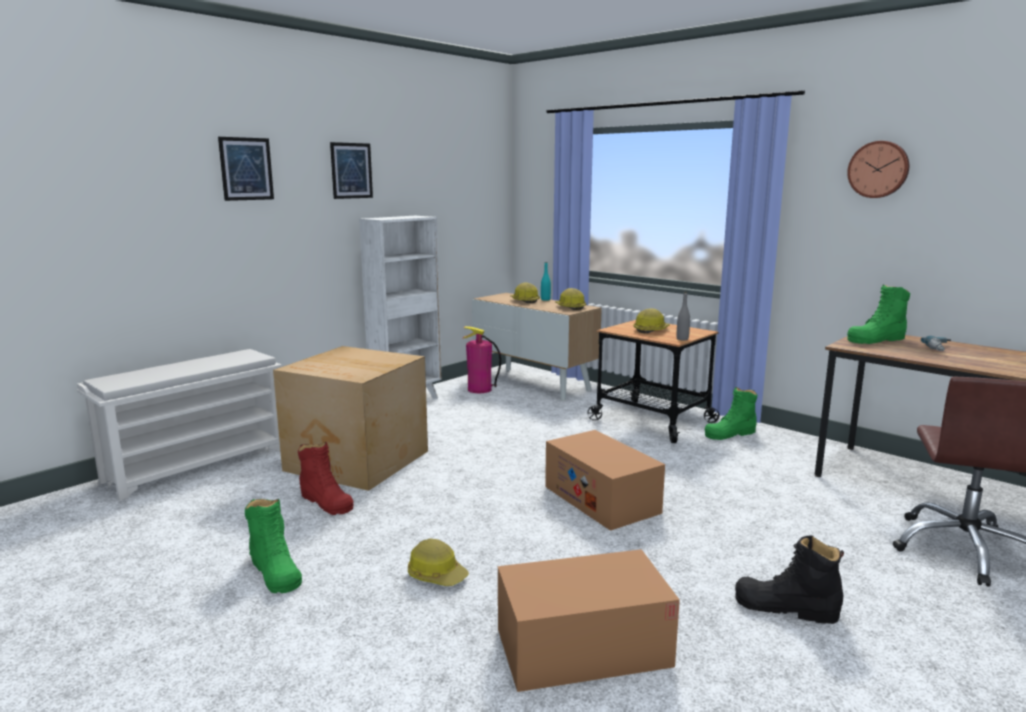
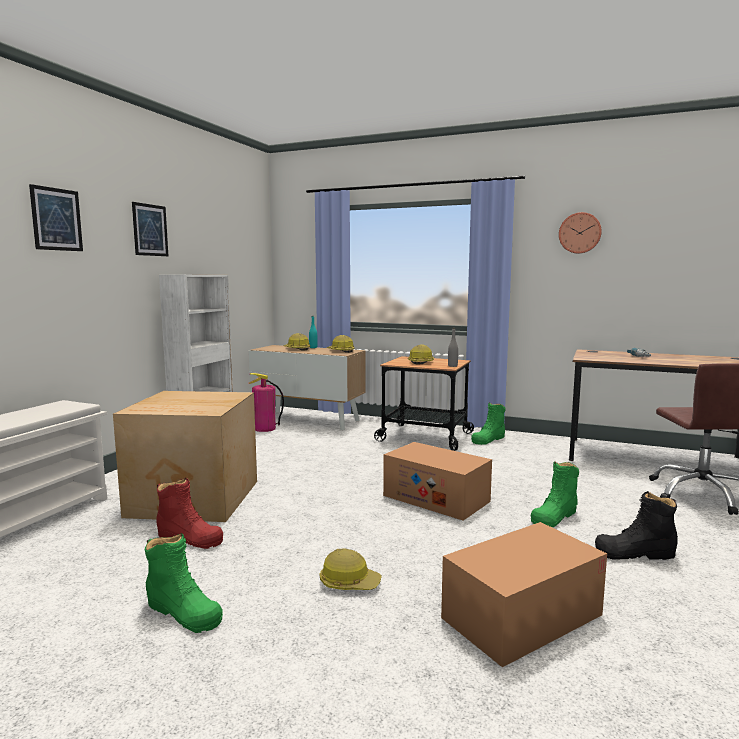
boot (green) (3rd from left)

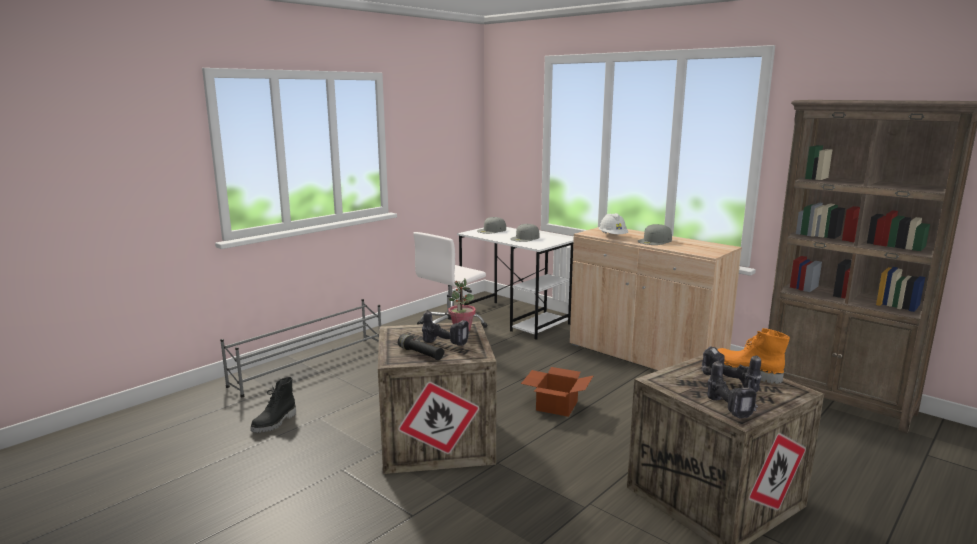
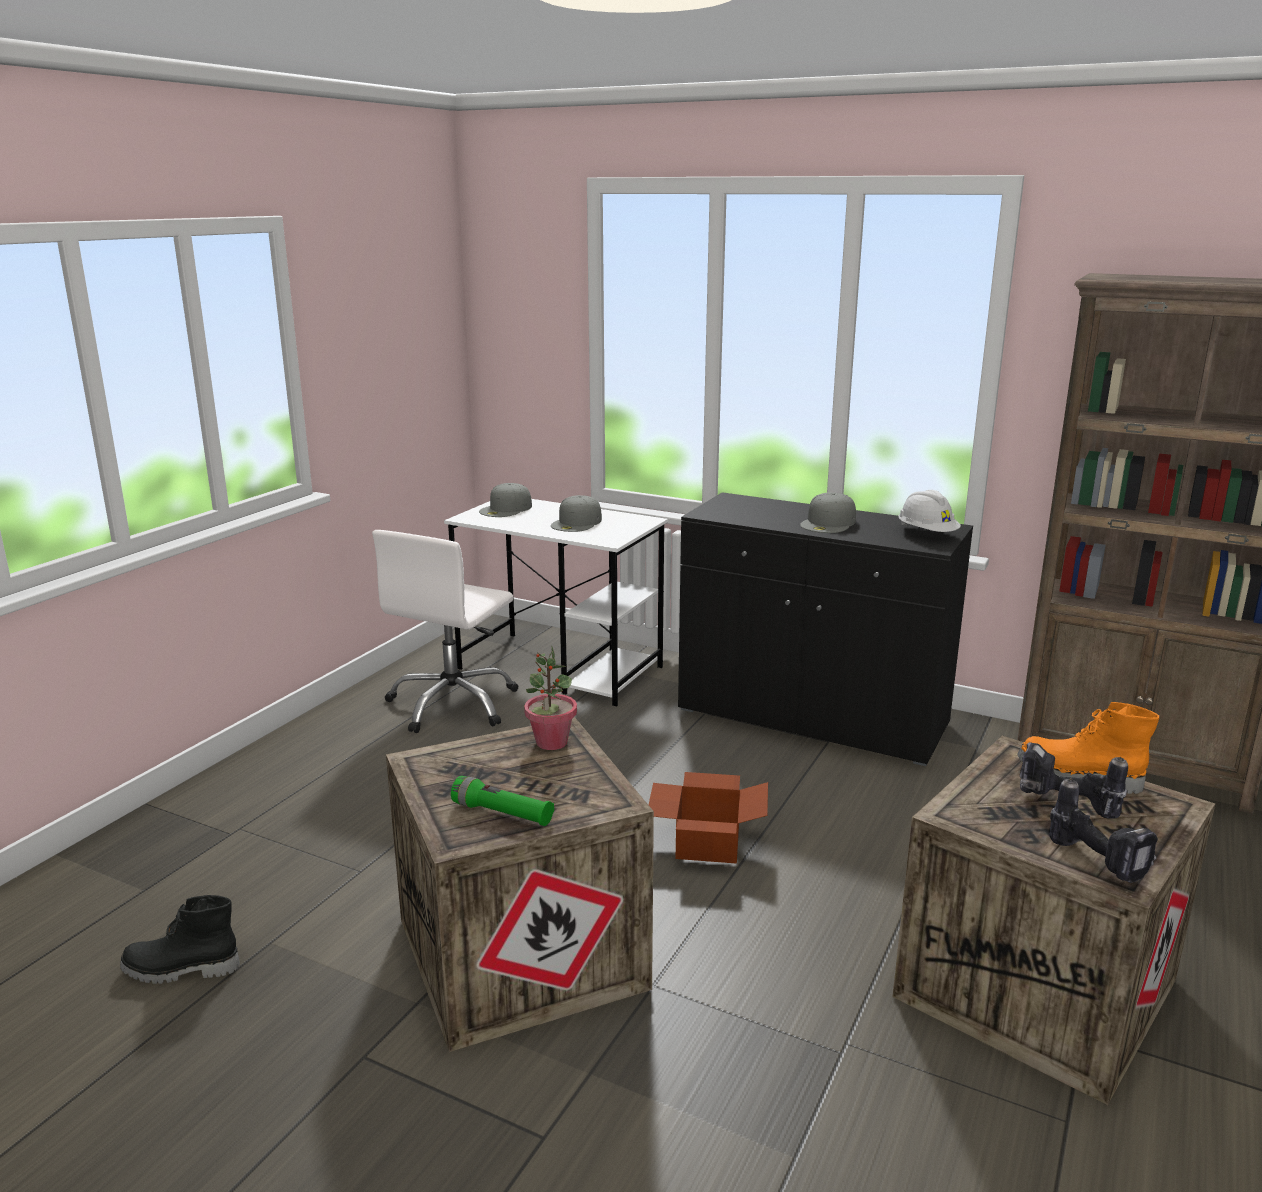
shoe rack (grey)
boot (black)
flashlight (green)
power drill (1st from left in the first image)
cabinet (black)
hard hat (white)

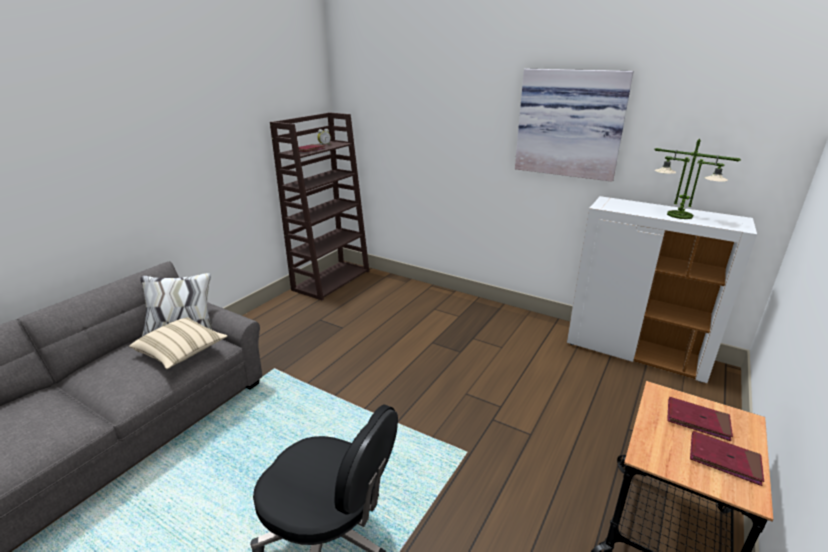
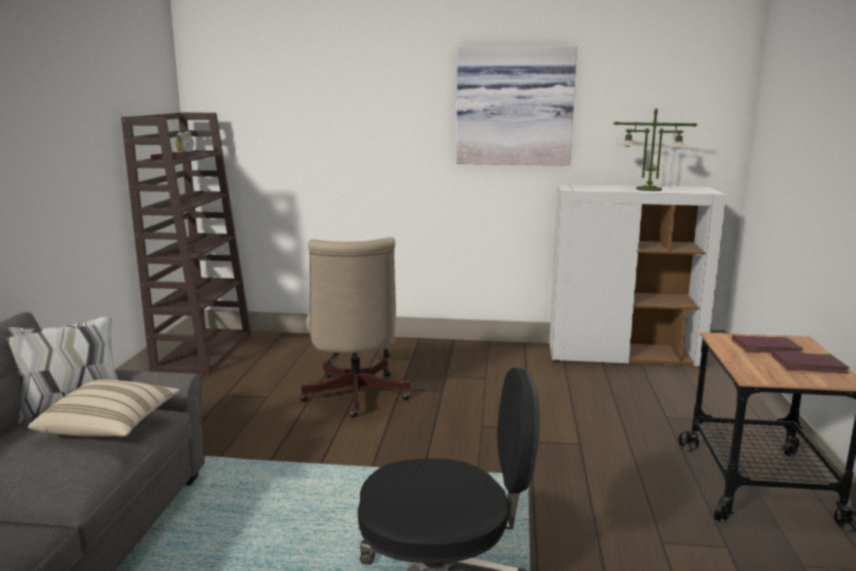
office chair (beige)

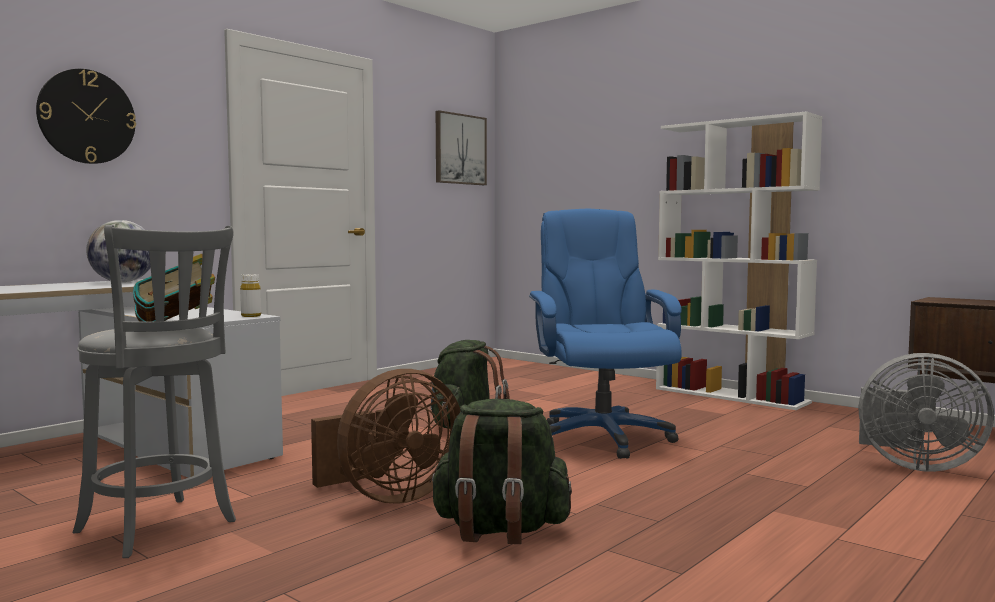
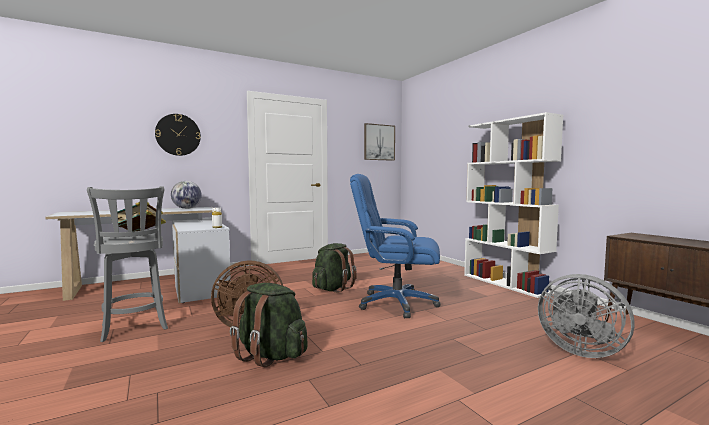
office chair (blue)

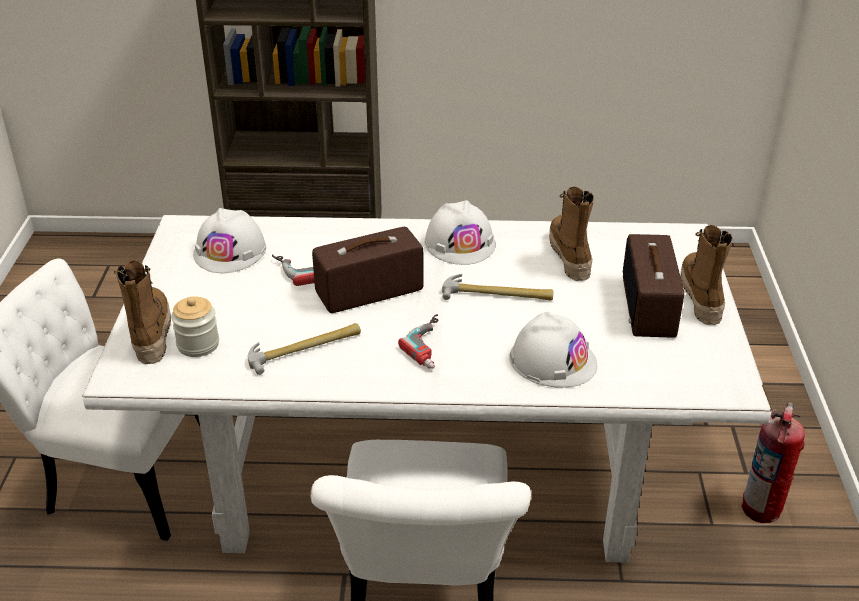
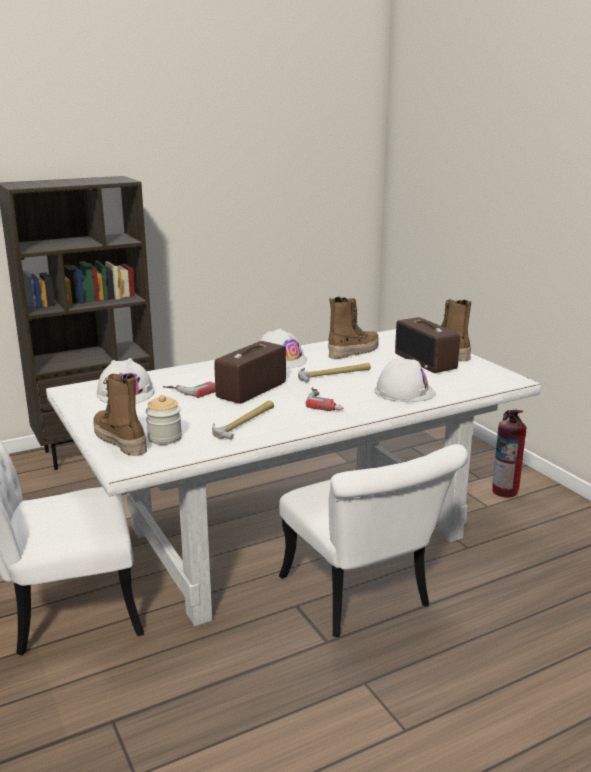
boot (2nd from left)

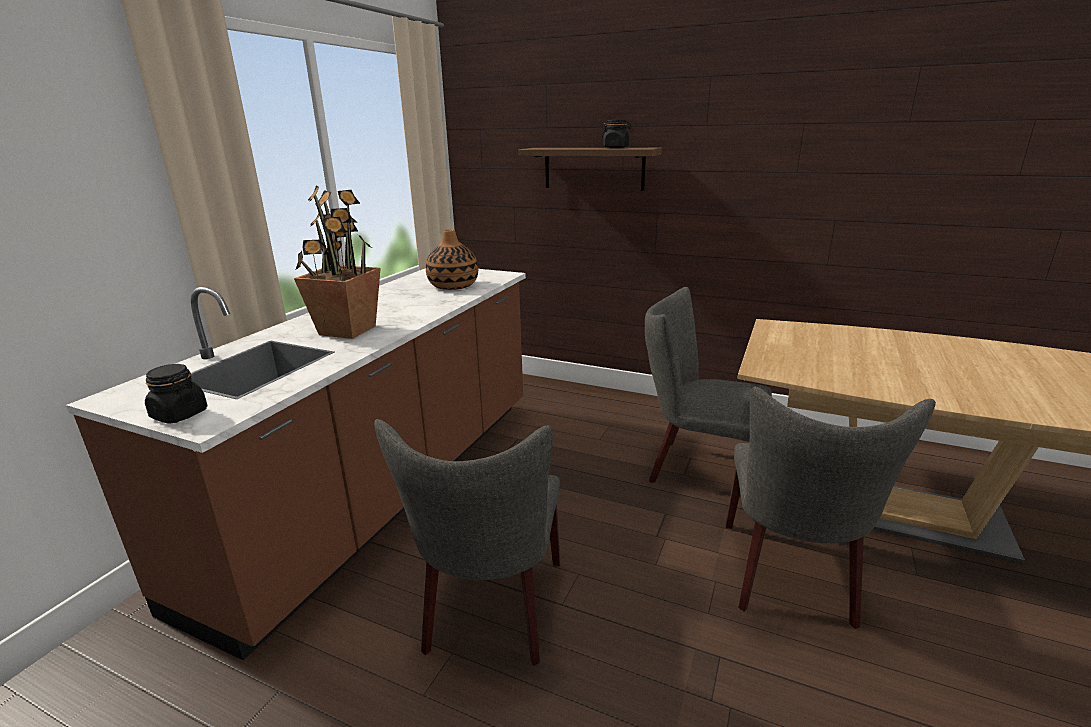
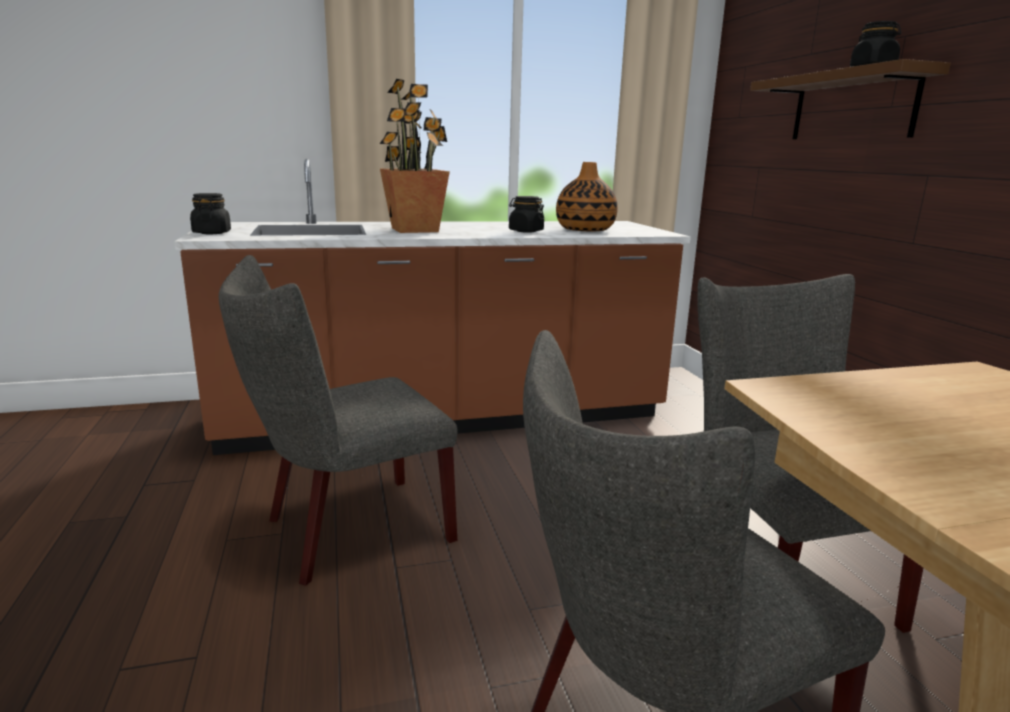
jar (black) (2nd from left)

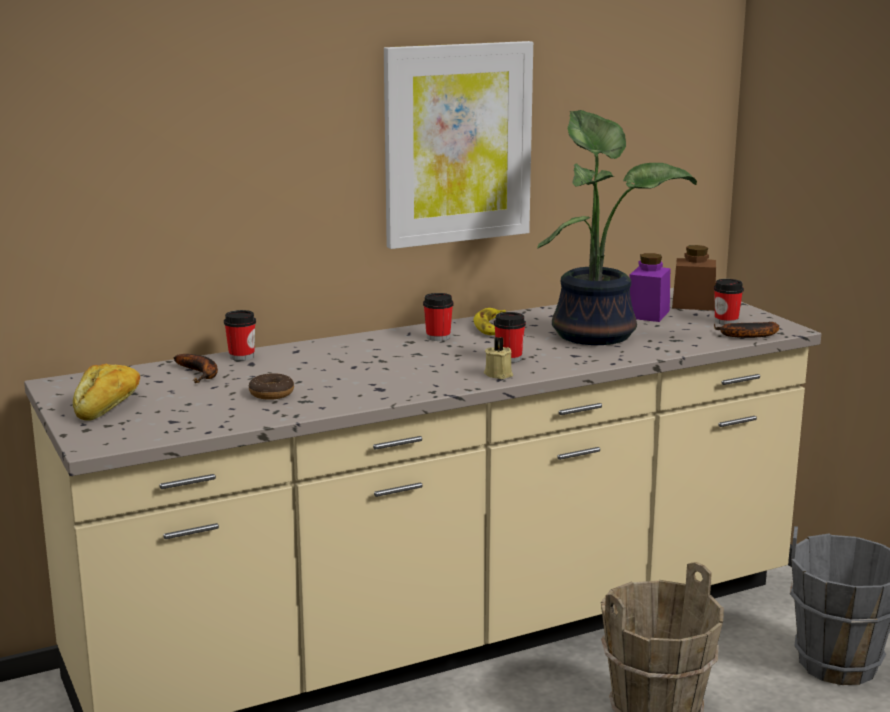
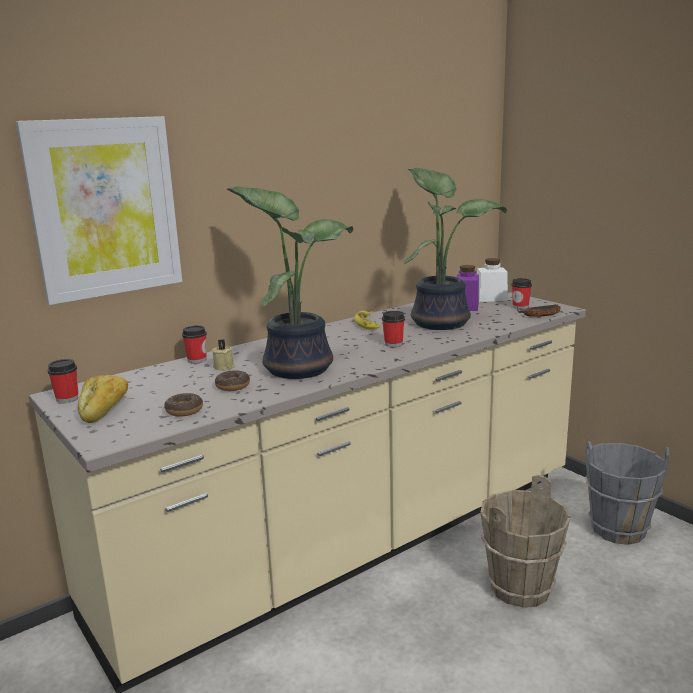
banana (1st from left in the first image)
picture
cup (1st from left)
candle (beige)
jar (white)
donut (1st from left)
potted plant (1st from left)

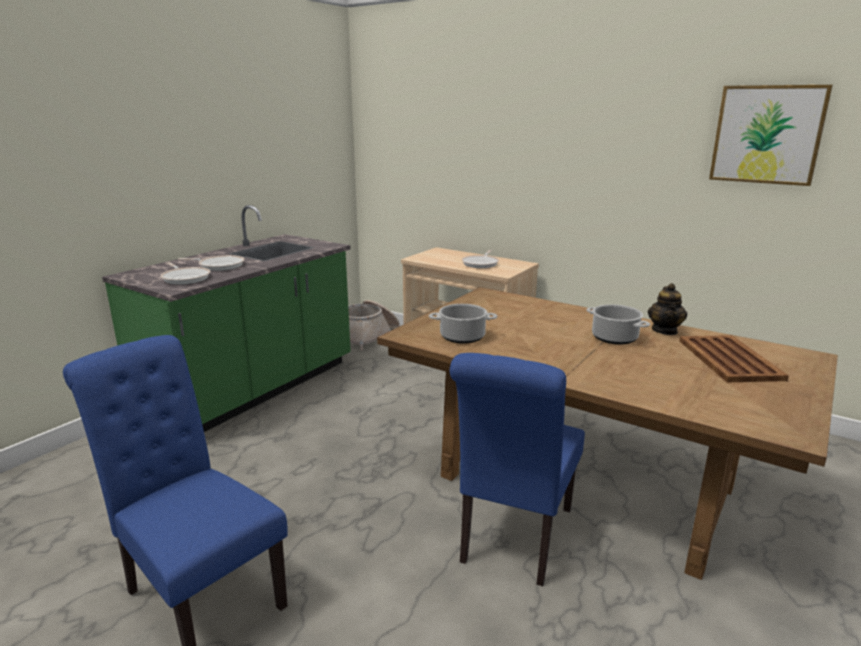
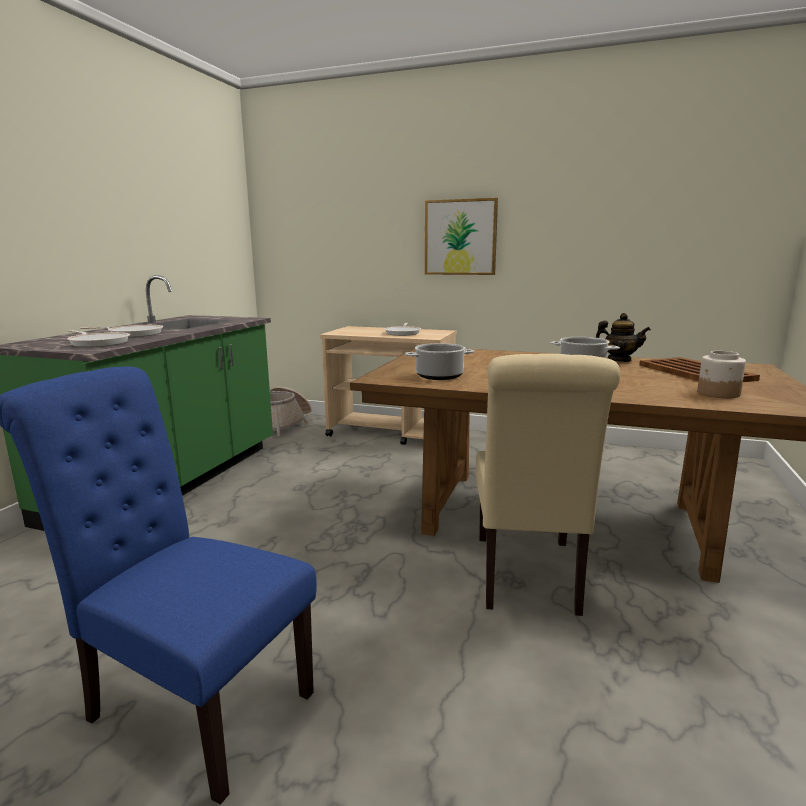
chair (beige)
teapot
picture
jar

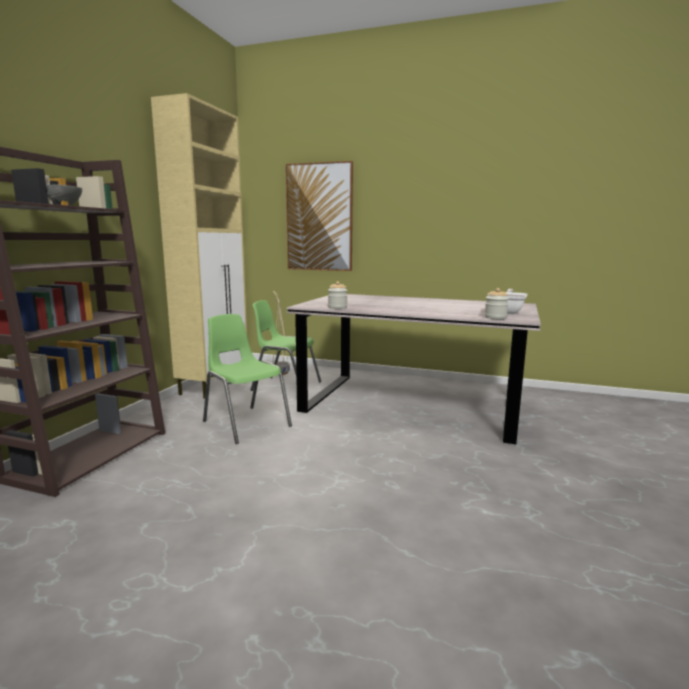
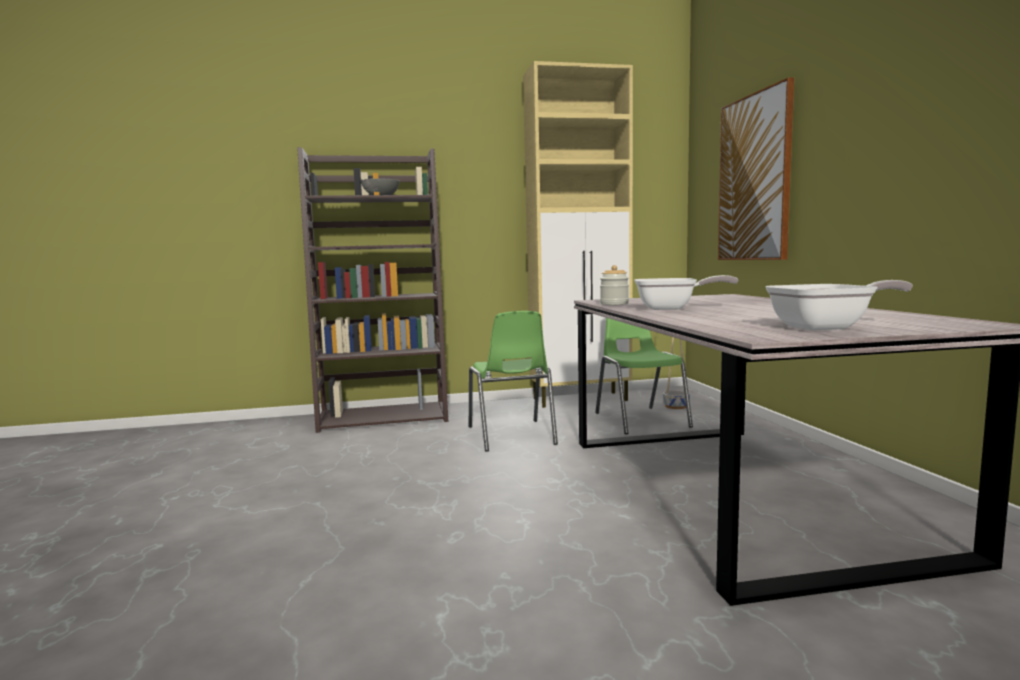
chair (green) (1st from left)
jar (2nd from left in the first image)
frying pan (1st from left)

